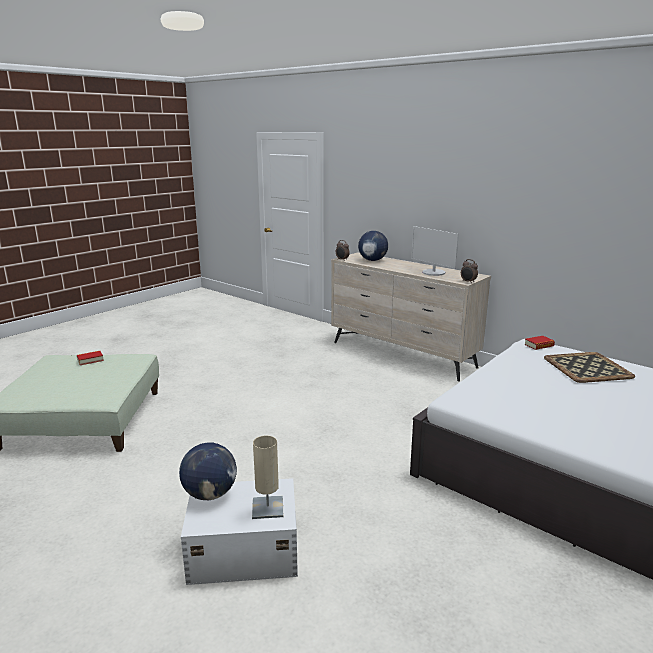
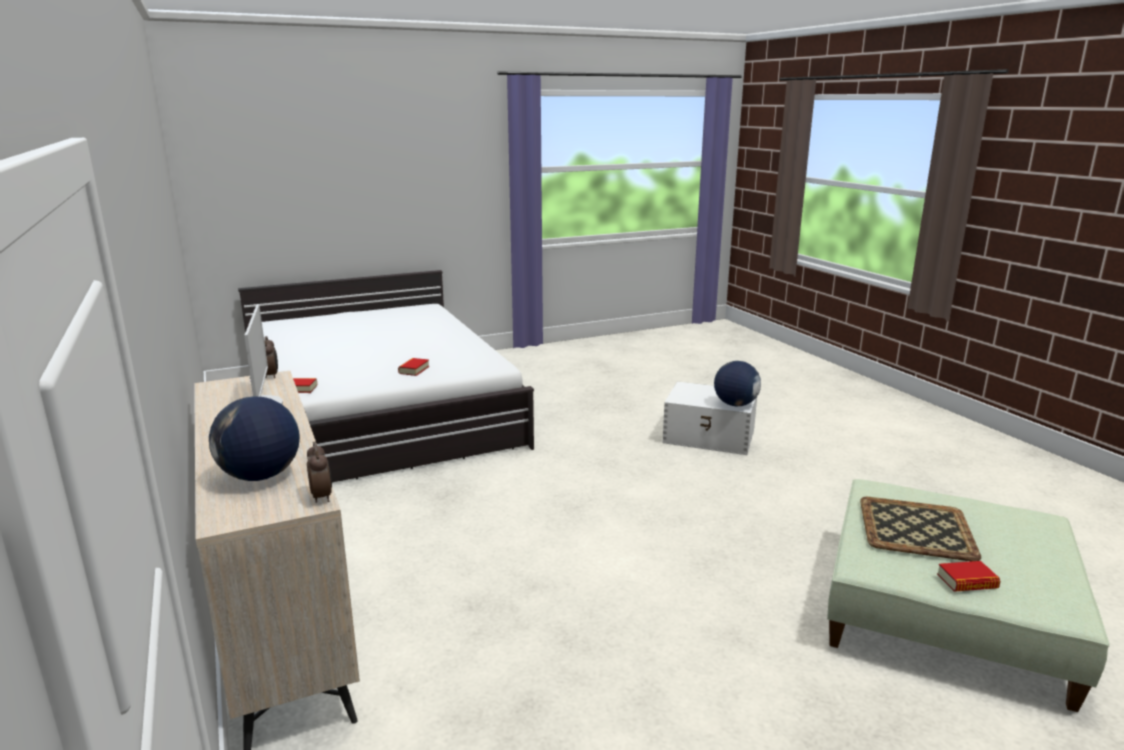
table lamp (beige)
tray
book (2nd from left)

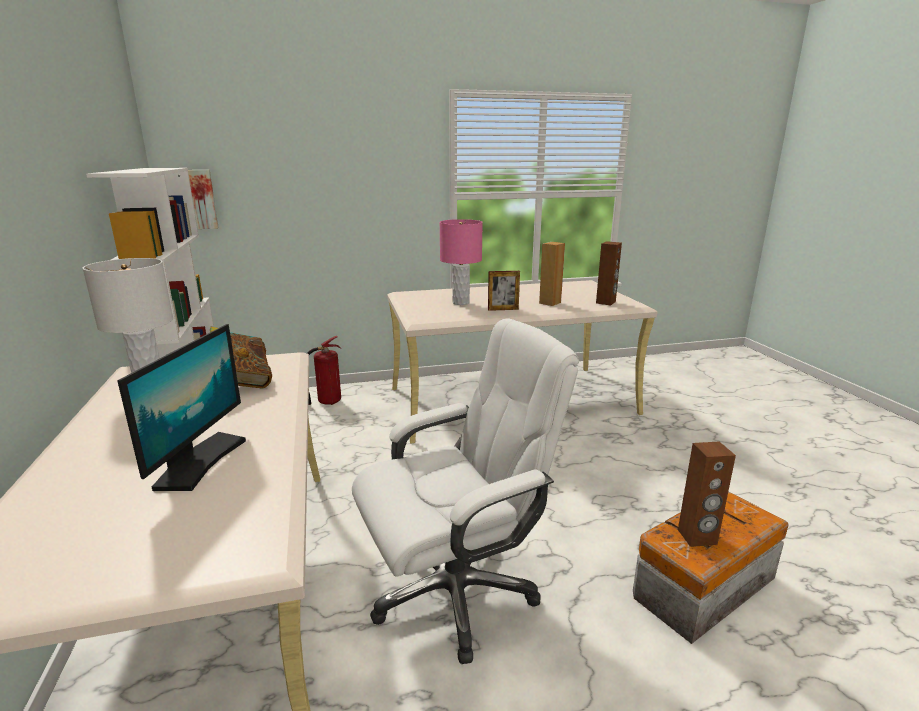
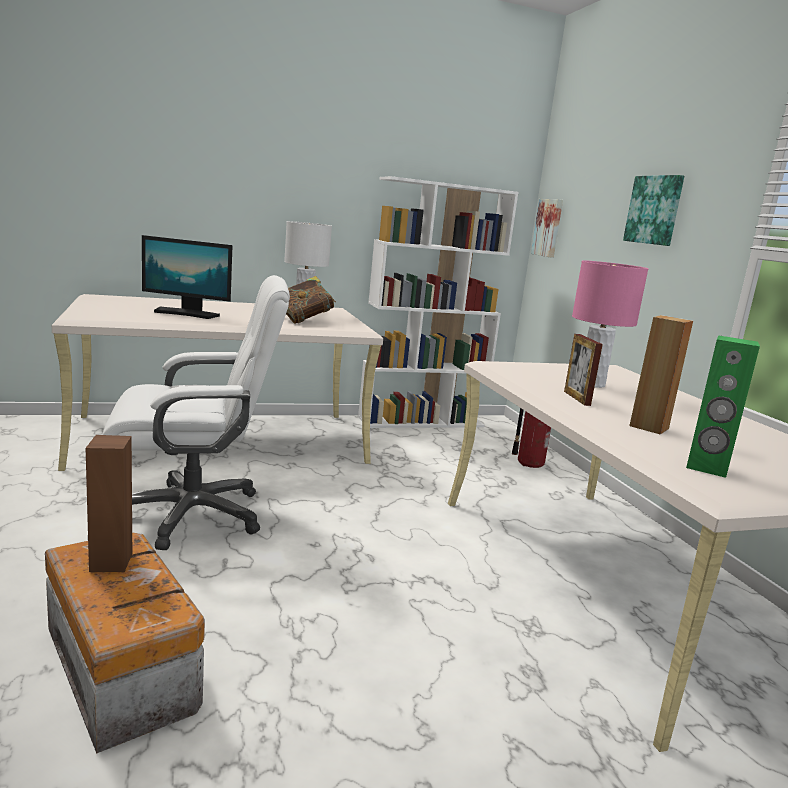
office chair (white)
speaker (green)
picture (2nd from left)

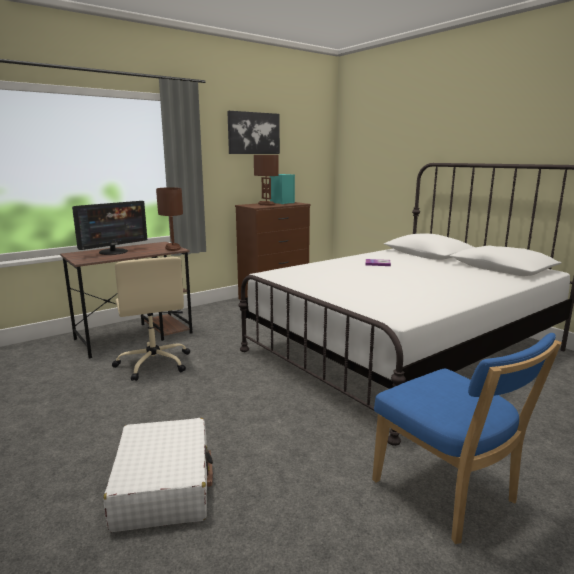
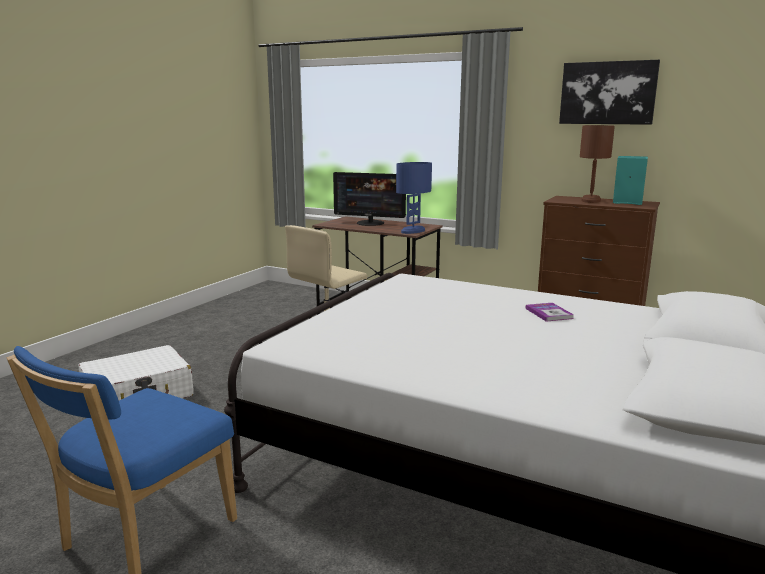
table lamp (blue)

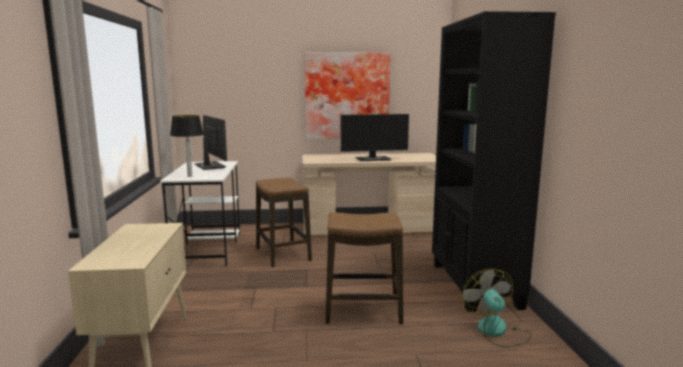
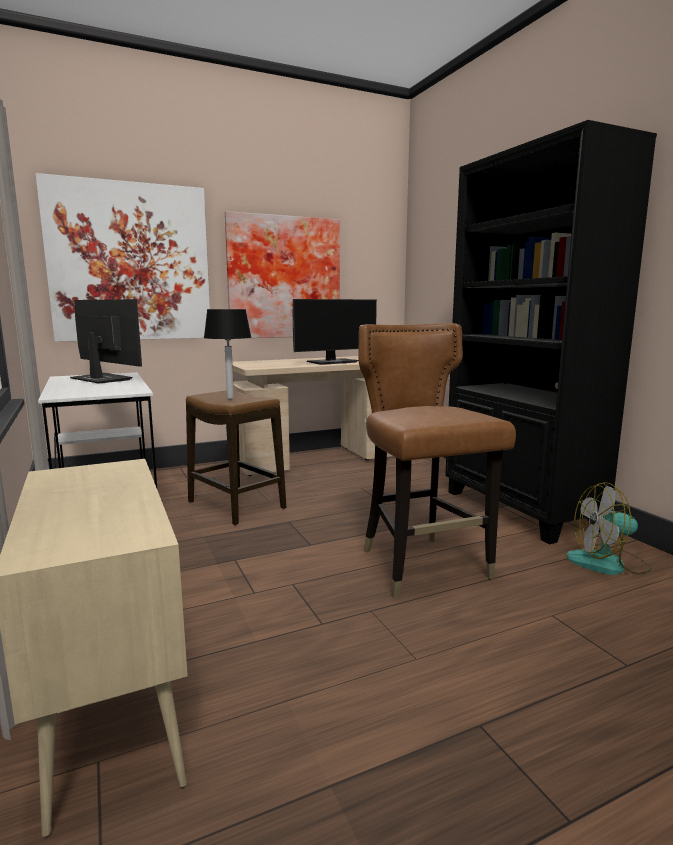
table lamp
chair (brown)
fan
picture (1st from left)

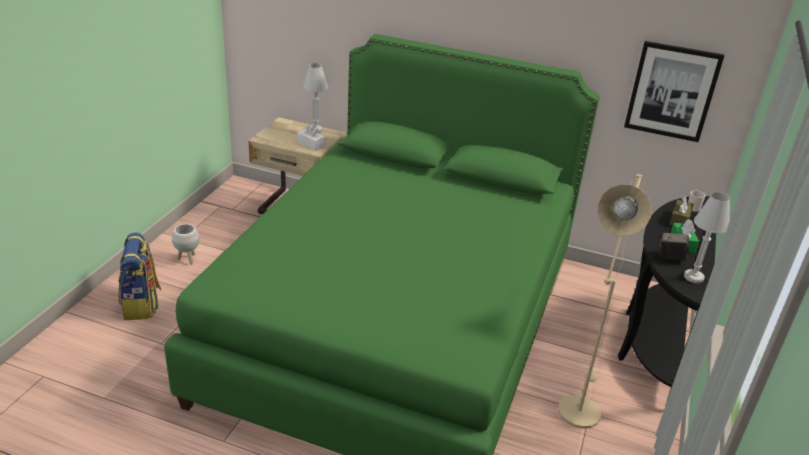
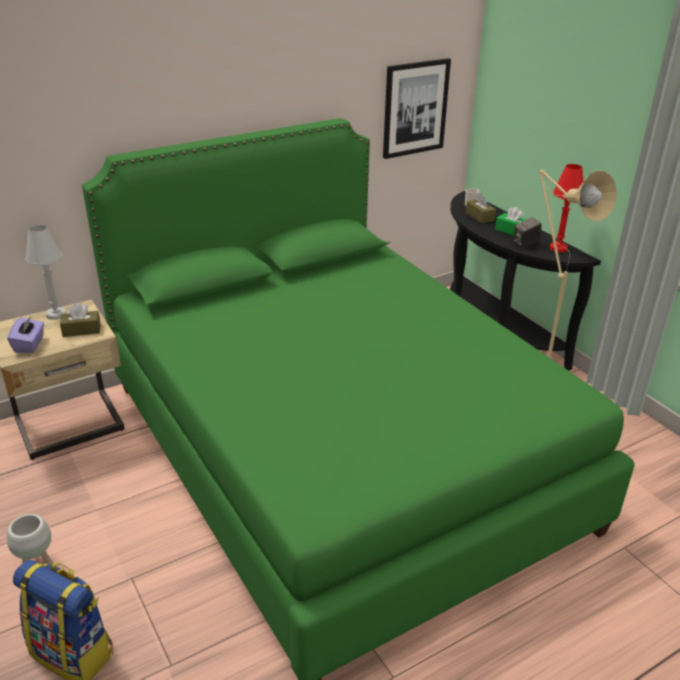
tissue box (brown) (1st from left)
table lamp (red)
tissue box (purple)

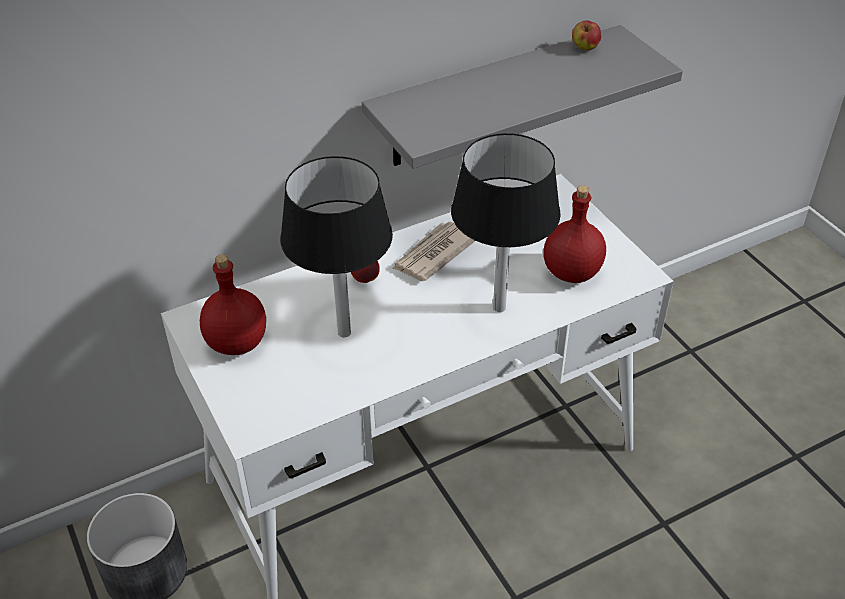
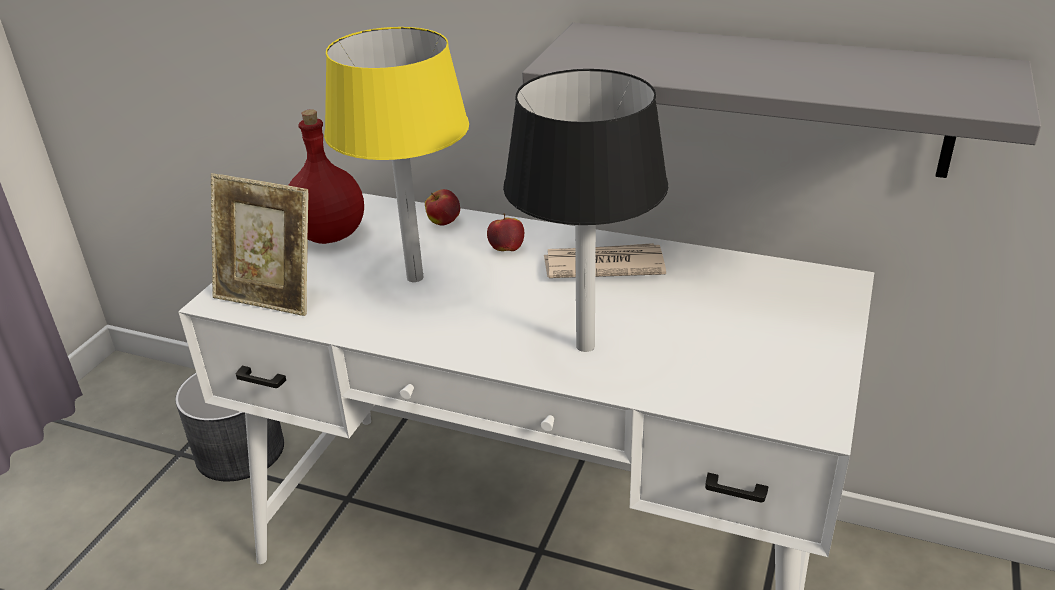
table lamp (yellow)
bottle (red) (2nd from left in the first image)
apple (1st from left)
picture frame

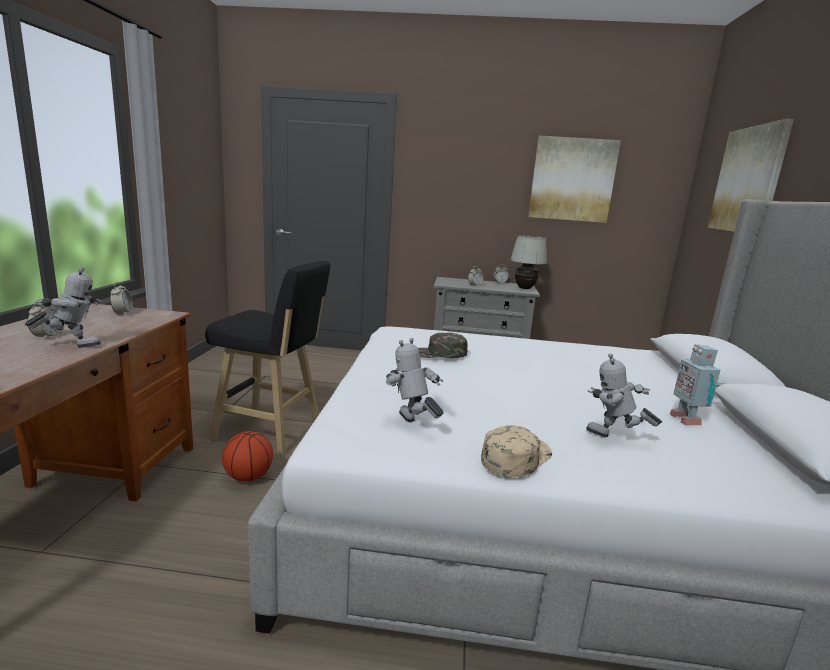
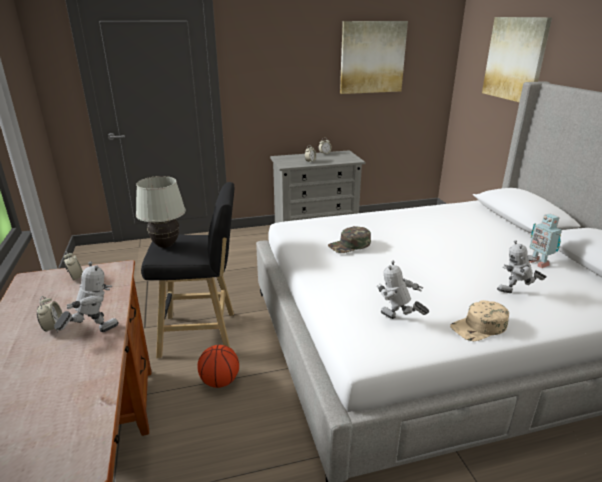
cap (beige)
table lamp (white)

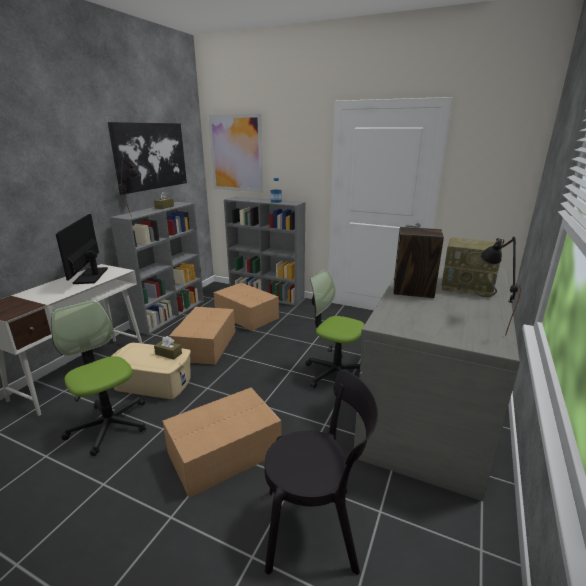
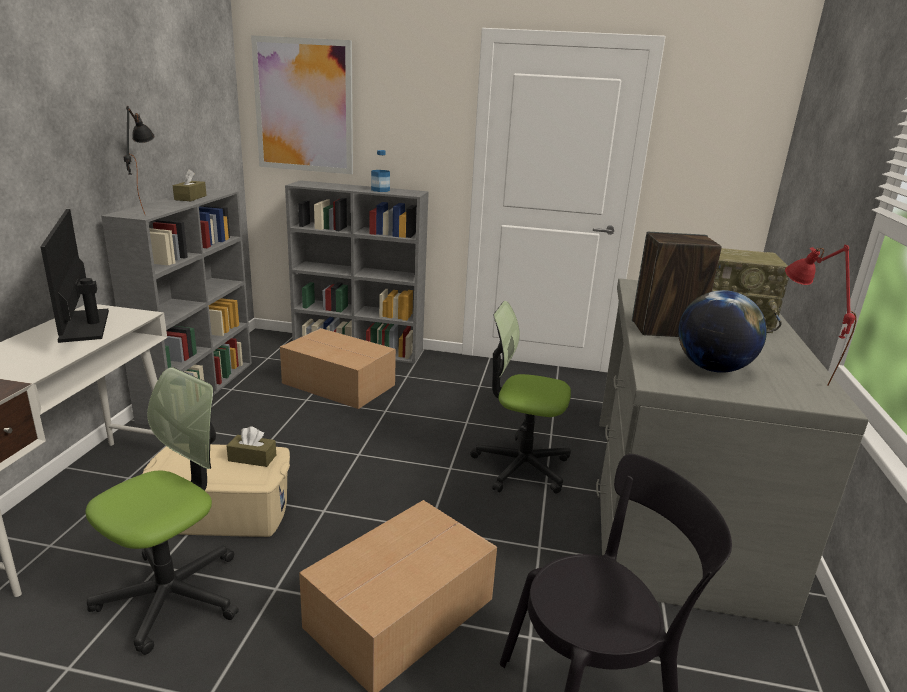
office chair (1st from left)
picture (1st from left in the first image)
cardboard box (1st from left in the first image)
table lamp (red)
globe

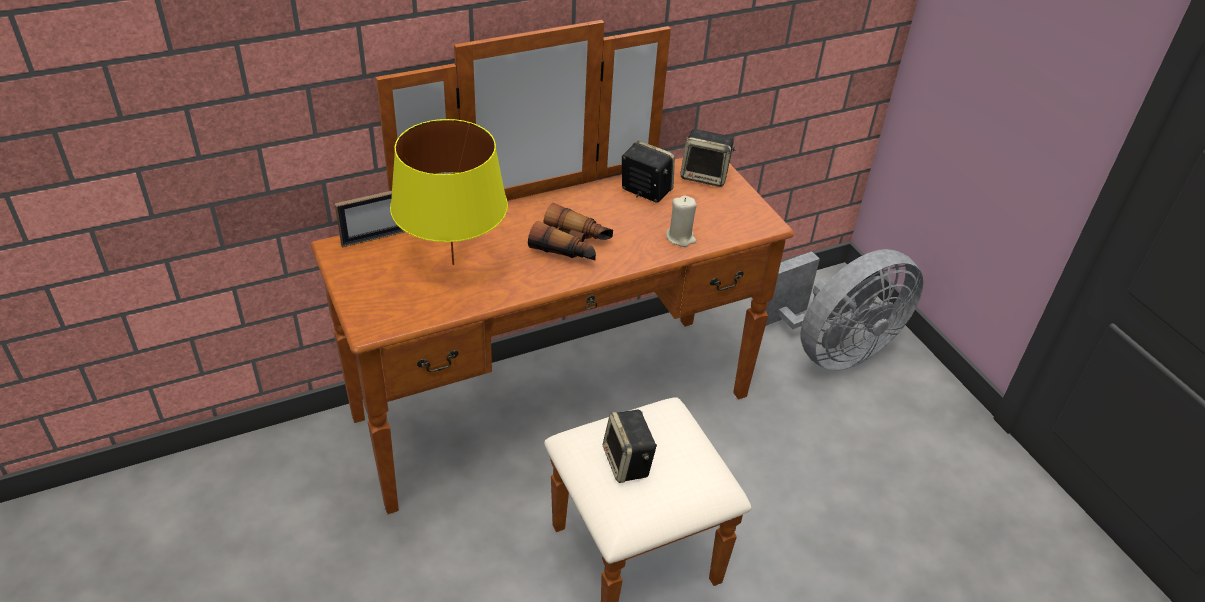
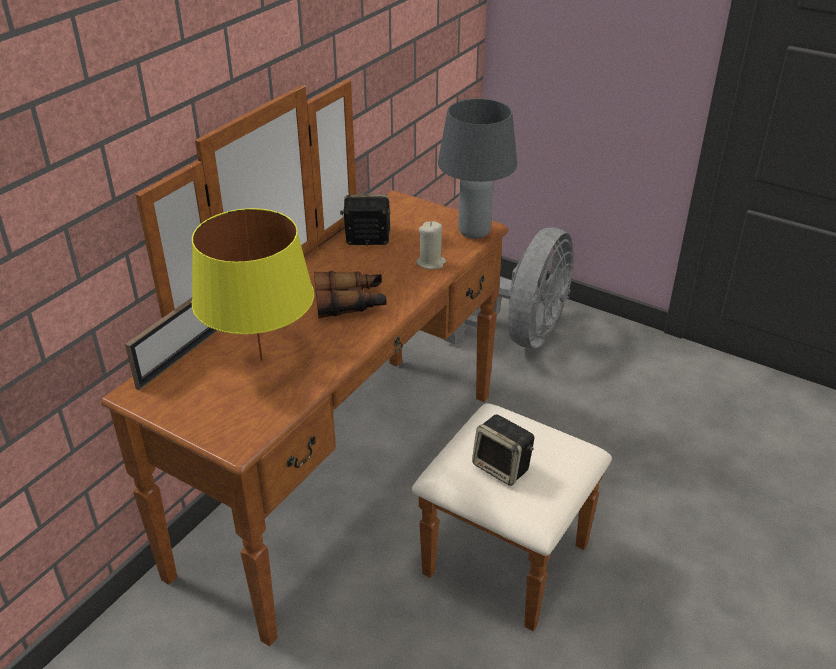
speaker (3rd from left in the first image)
table lamp (grey)

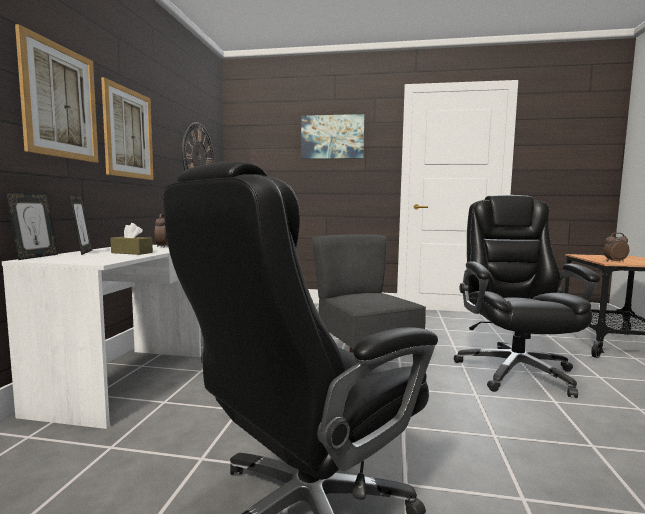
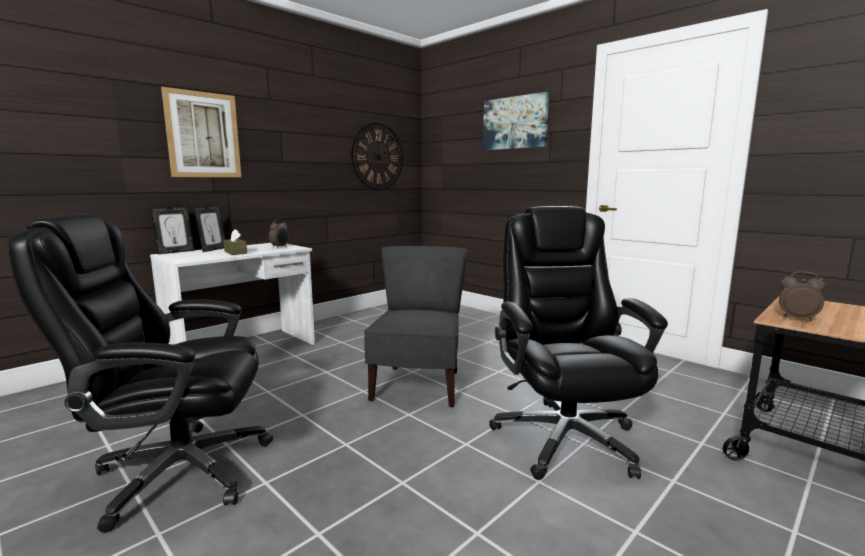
picture (2nd from left in the first image)
office chair (black) (2nd from left)

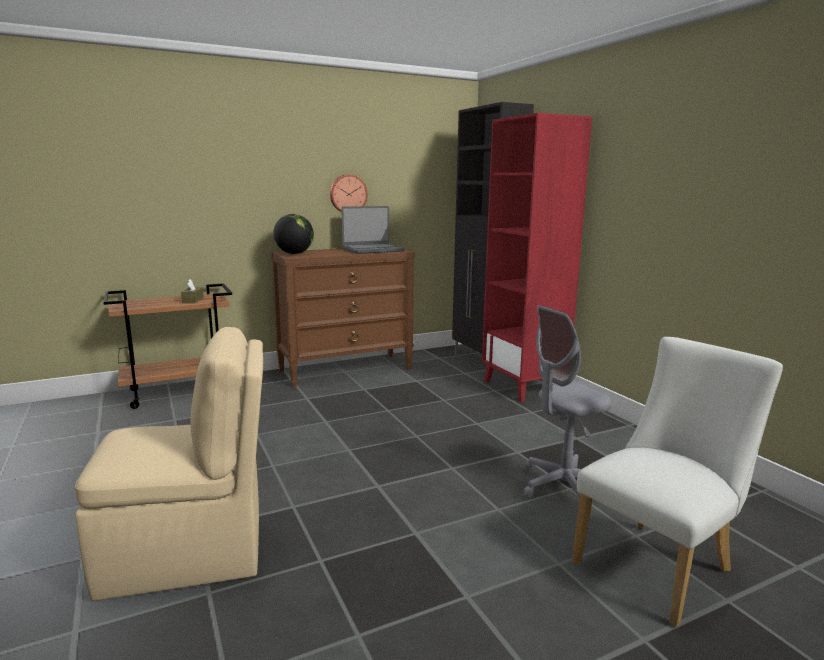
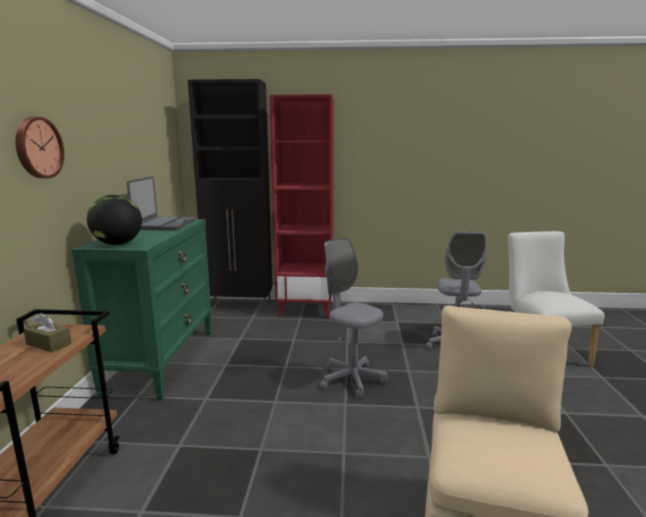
dresser (green)
wall clock
office chair (grey) (1st from left)

